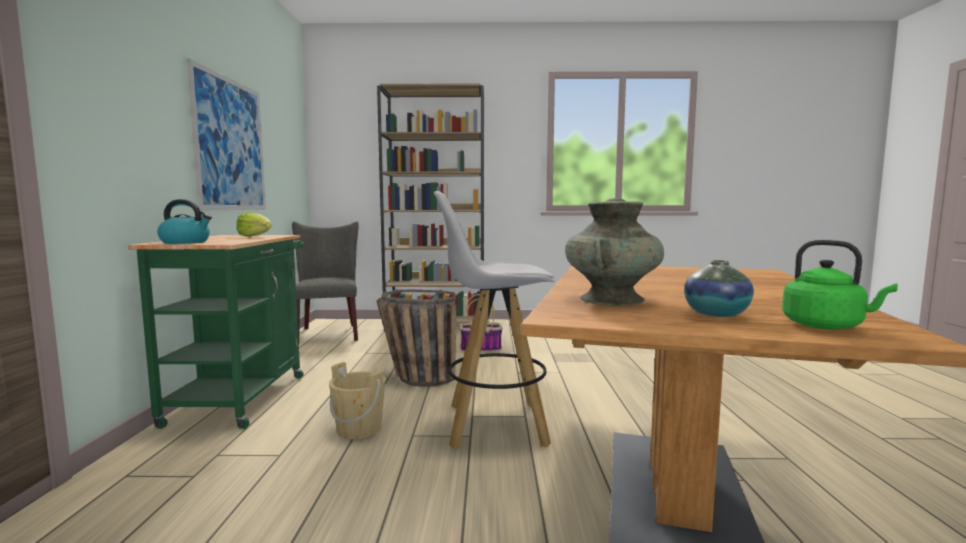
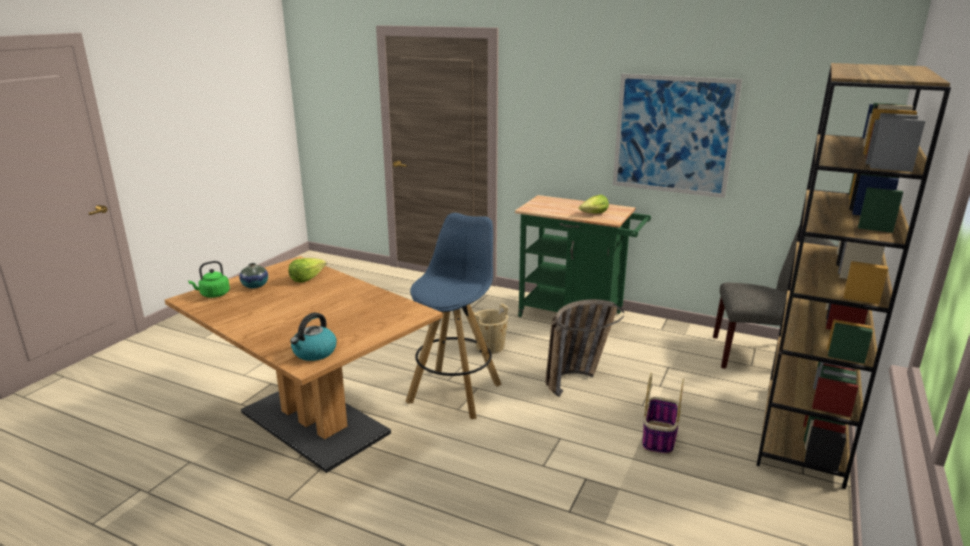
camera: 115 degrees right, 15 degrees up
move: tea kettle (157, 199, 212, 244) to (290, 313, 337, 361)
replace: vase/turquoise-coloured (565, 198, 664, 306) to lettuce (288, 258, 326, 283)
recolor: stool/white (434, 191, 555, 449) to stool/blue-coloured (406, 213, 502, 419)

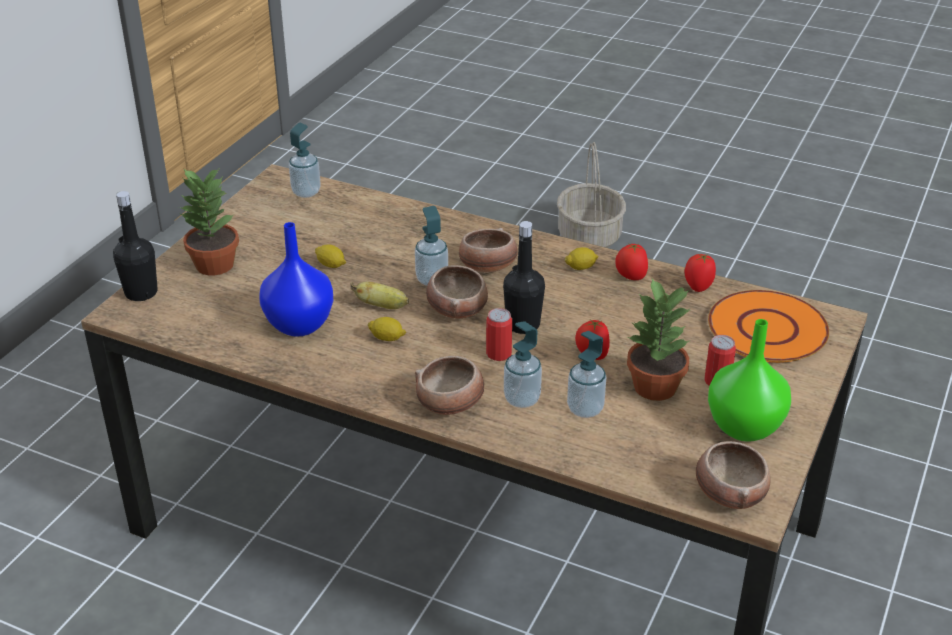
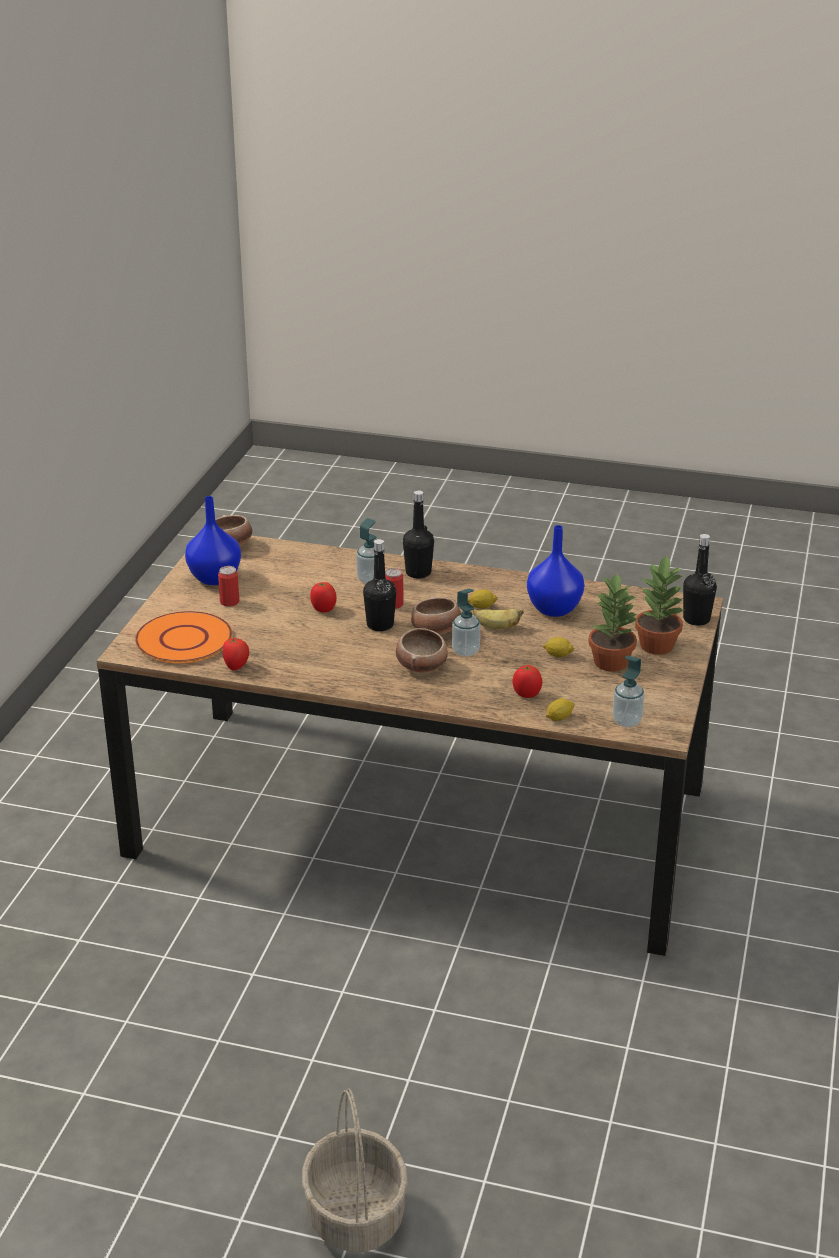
camera: 170 degrees right, 5 degrees down
delete: soap dispenser (567, 331, 606, 418)
move: citrus fruit (564, 247, 598, 270) to (546, 698, 575, 721); tomato (615, 244, 648, 280) to (512, 665, 543, 698); houseplant (627, 278, 691, 401) to (588, 573, 639, 671)
replace: serving bowl (415, 356, 484, 415) to bottle/blackish (403, 490, 434, 579)
recolor: vase/green-coloured (708, 319, 791, 442) to vase/blue-coloured (185, 496, 241, 585)

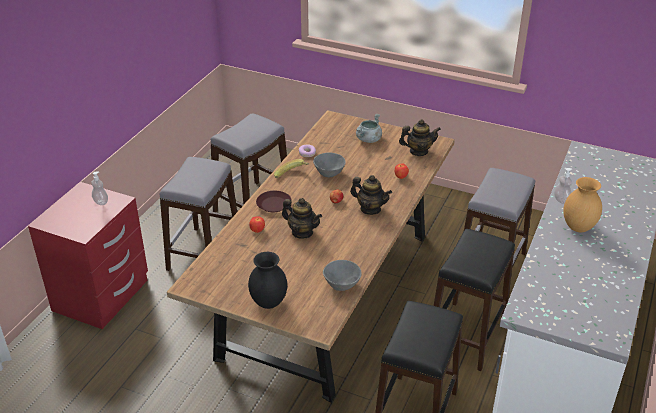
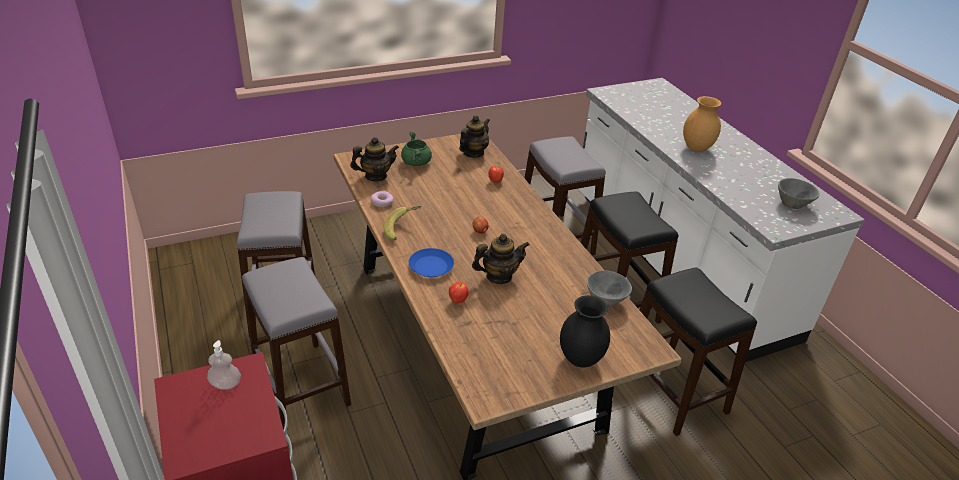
camera: 50 degrees left, 0 degrees up
delete: soap dispenser (554, 168, 572, 204)
move: serving bowl/gray (313, 153, 346, 177) to (778, 178, 820, 209); pot for tea (350, 175, 392, 215) to (350, 137, 399, 181)
recolor: plate/brownish (256, 191, 292, 212) to plate/blue-coloured (409, 248, 454, 277); stockpot/gray (356, 113, 382, 143) to stockpot/green-coloured (401, 131, 432, 166)

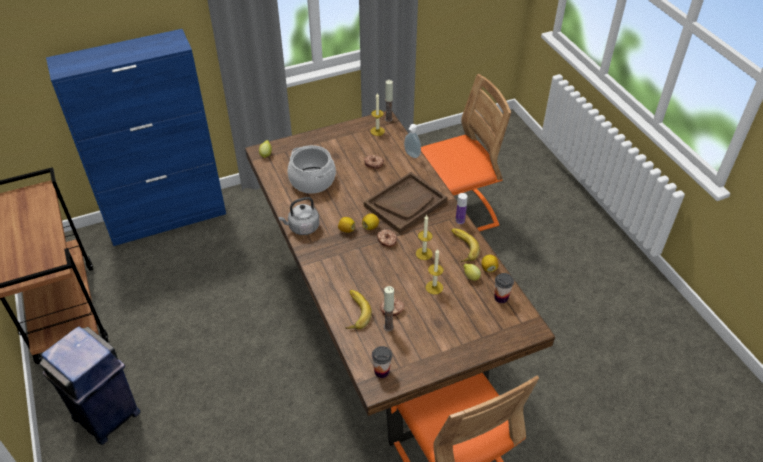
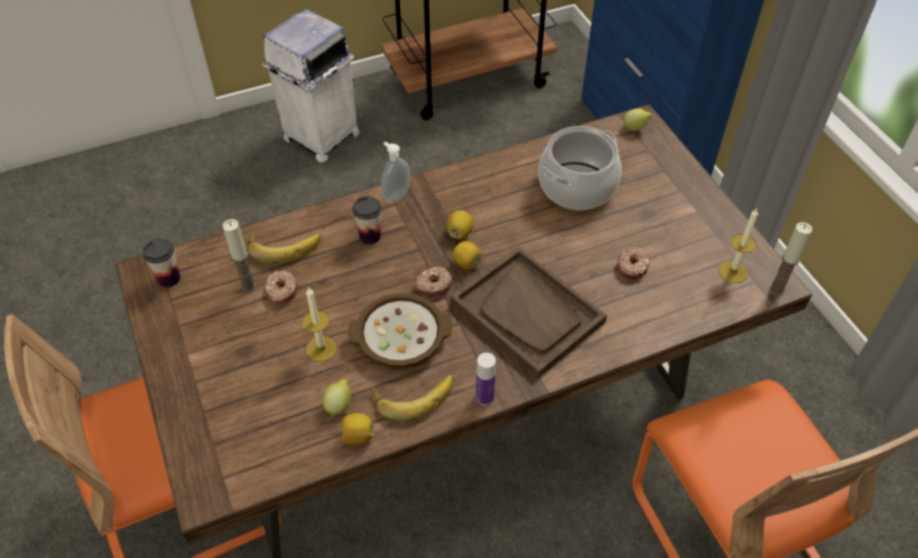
camera: 90 degrees right, 5 degrees up
delete: tea kettle/gray (278, 197, 320, 235)
move: soap dispenser (404, 124, 421, 158) to (381, 142, 411, 203); small cup (494, 273, 514, 303) to (352, 196, 382, 244)
replace: candle (416, 214, 433, 260) to serving bowl (347, 293, 453, 369)
recolor: waste bin/blue-coloured (40, 326, 140, 445) to waste bin/white (262, 9, 360, 162)

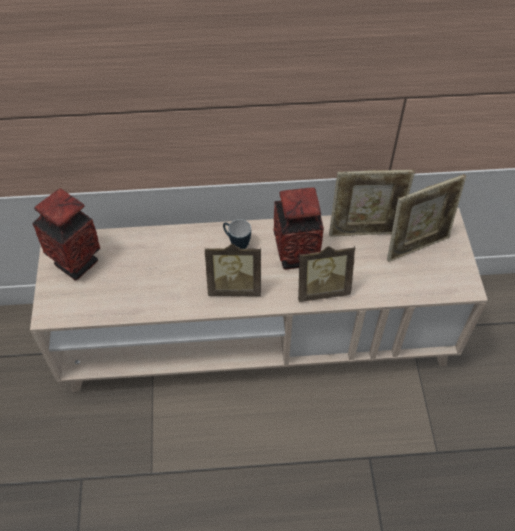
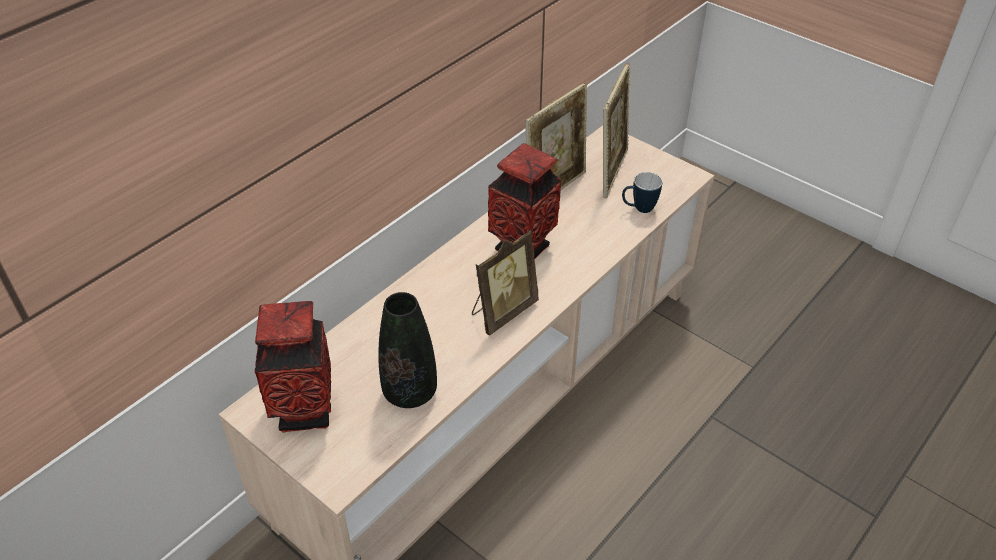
camera: 45 degrees left, 10 degrees down
delete: photo frame (298, 246, 355, 302)
insert: vase/blackish (378, 292, 437, 408)
move: tea mug (223, 219, 251, 249) to (622, 172, 662, 213)

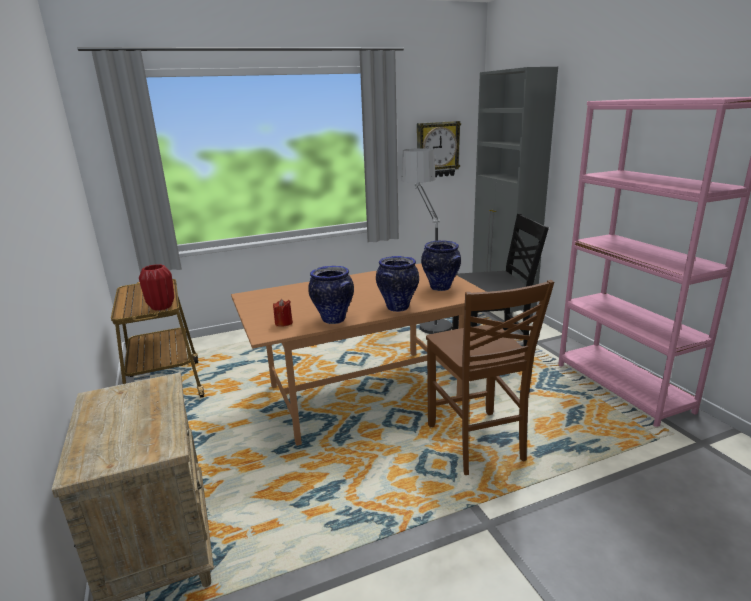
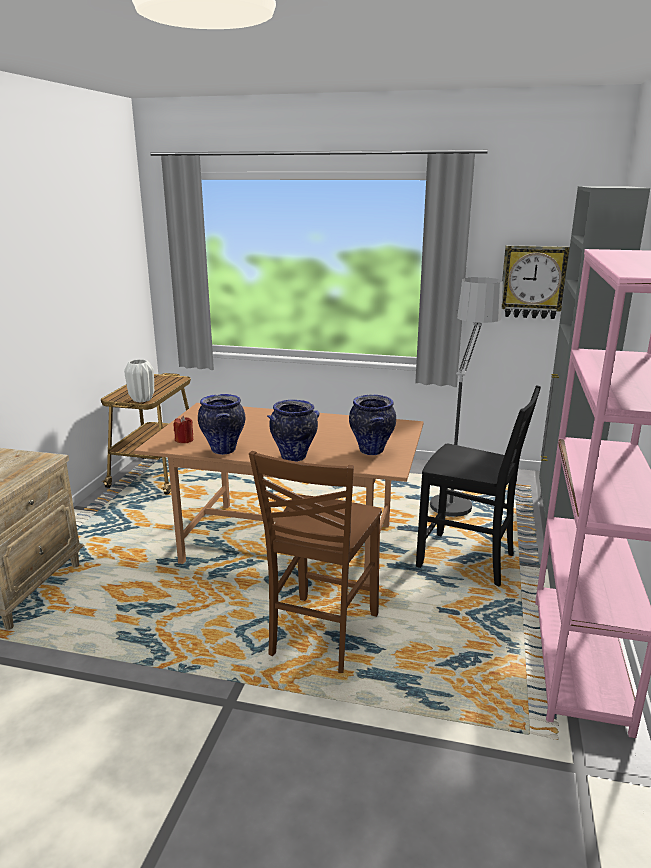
camera: 35 degrees right, 0 degrees up
recolor: vase/red (139, 264, 174, 311) to vase/white (124, 359, 154, 402)

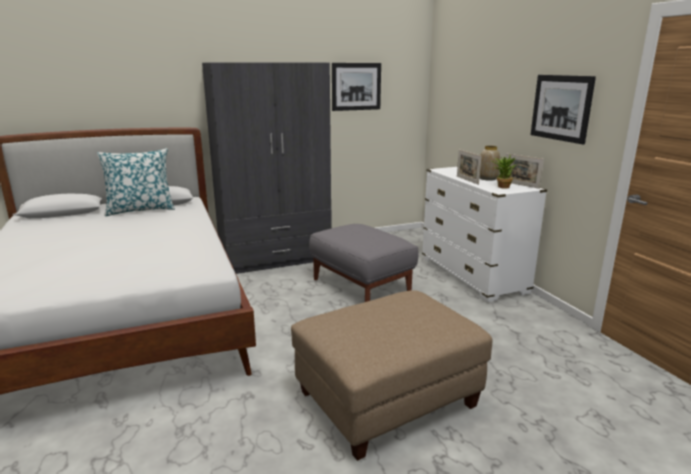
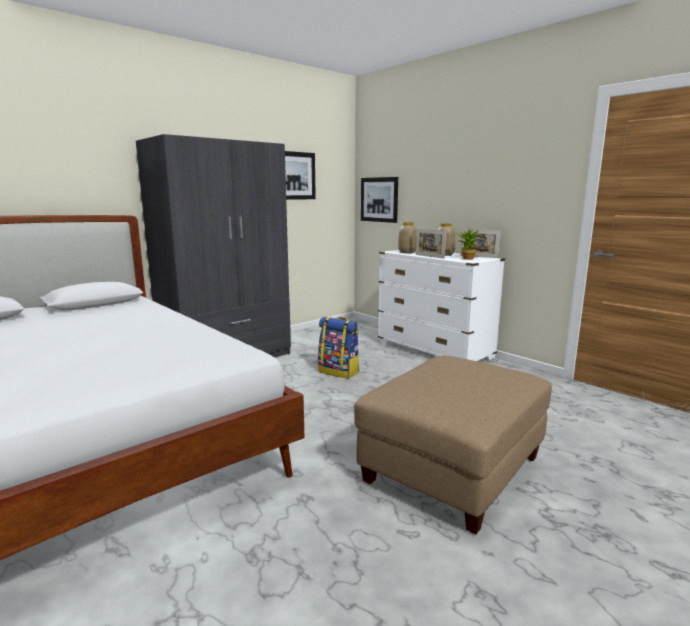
camera: 20 degrees left, 5 degrees down
delete: cushion (97, 148, 175, 216)
insert: vase (398, 222, 416, 253)
move: wall picture (531, 75, 596, 144) to (361, 177, 398, 223)
replace: footrest/gray (309, 224, 418, 302) to rucksack (318, 317, 359, 379)

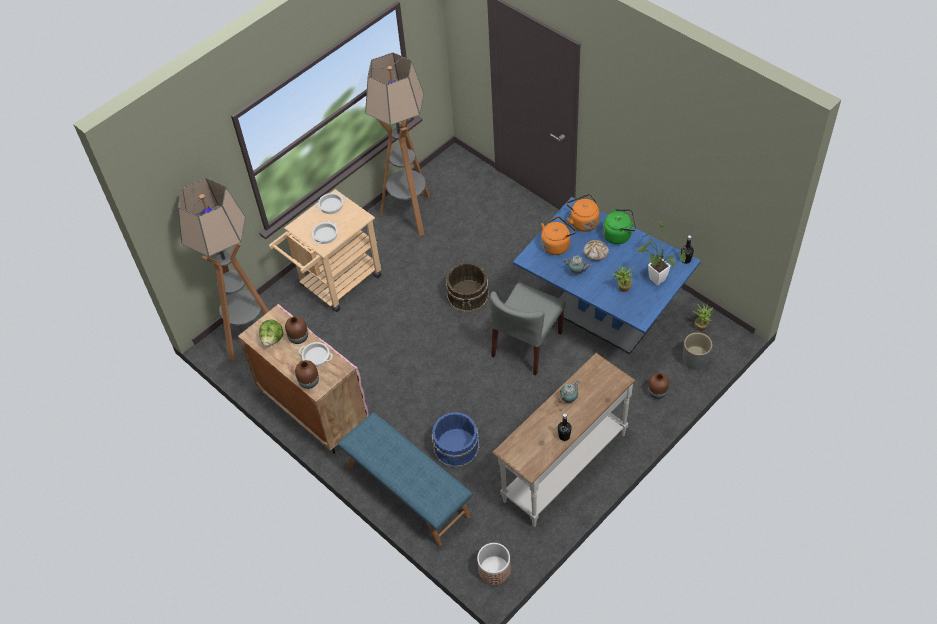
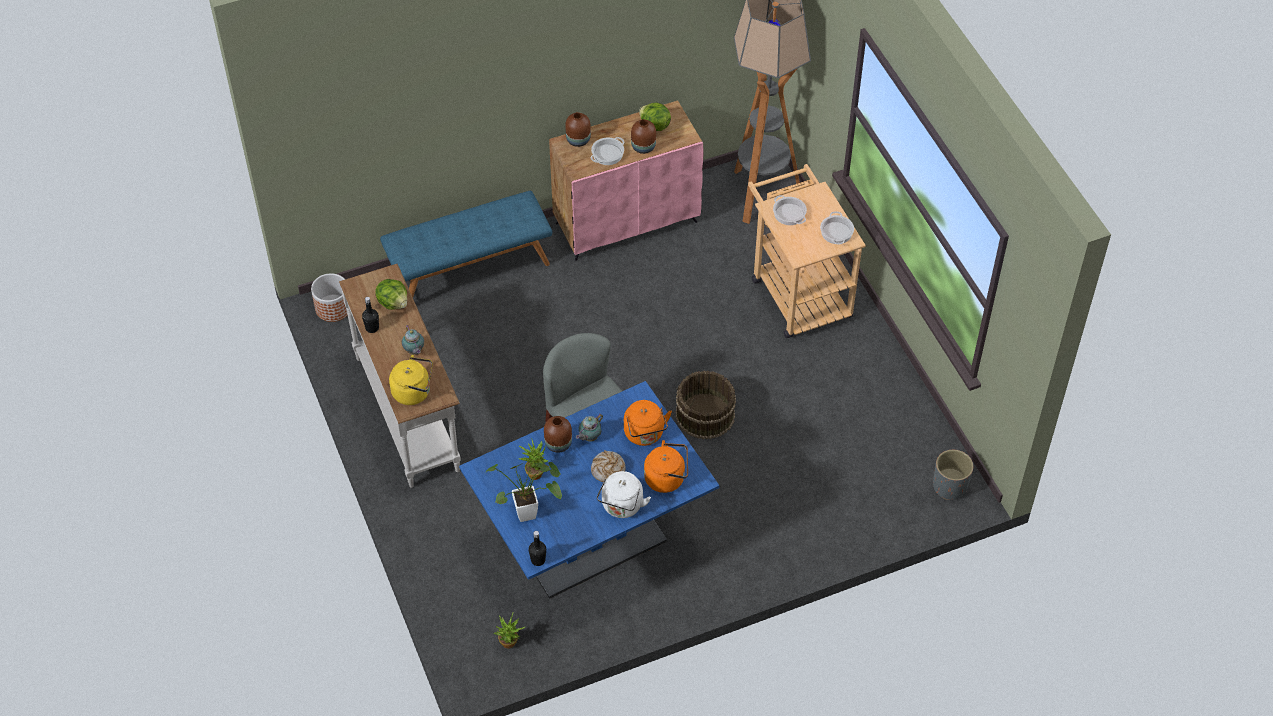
camera: 110 degrees right, 0 degrees up
delete: standing lamp (365, 53, 430, 236); bucket/blue-coloured (432, 412, 480, 468)
insert: lettuce (375, 279, 407, 310); tea kettle/yellow-coloured (389, 355, 433, 405)
move: vase/brownish (648, 373, 669, 399) to (544, 416, 572, 453); planter/gray (682, 332, 712, 370) to (933, 450, 973, 500)
recolor: tea kettle/green-coloured (603, 209, 636, 244) to tea kettle/white (597, 471, 651, 518)

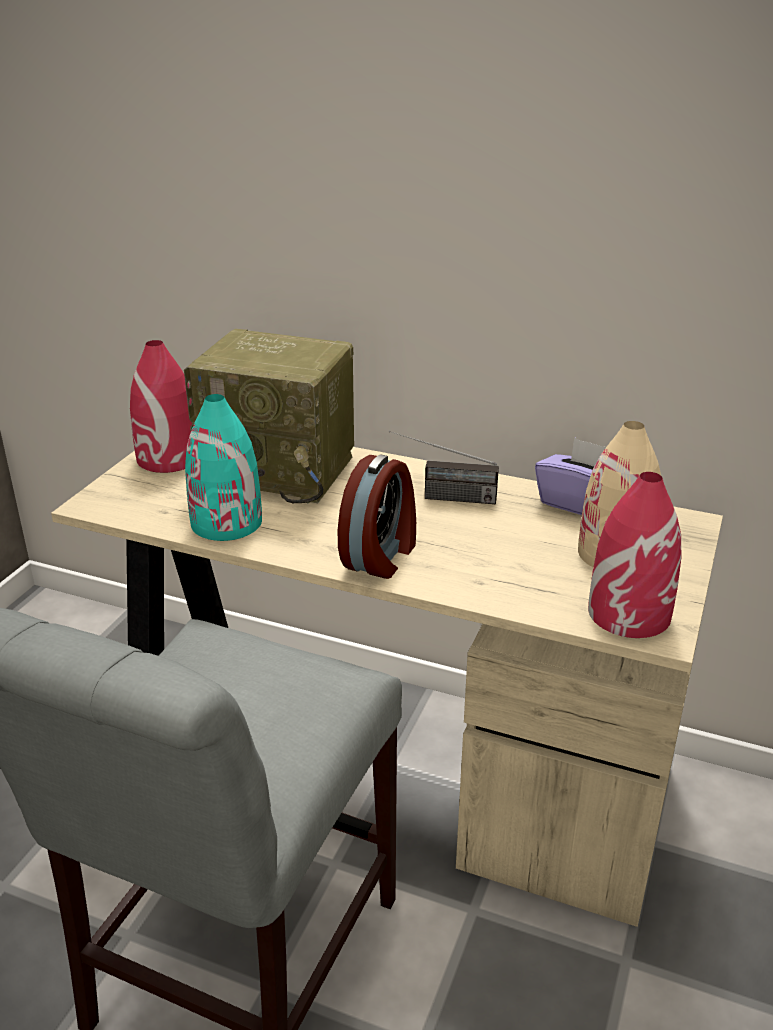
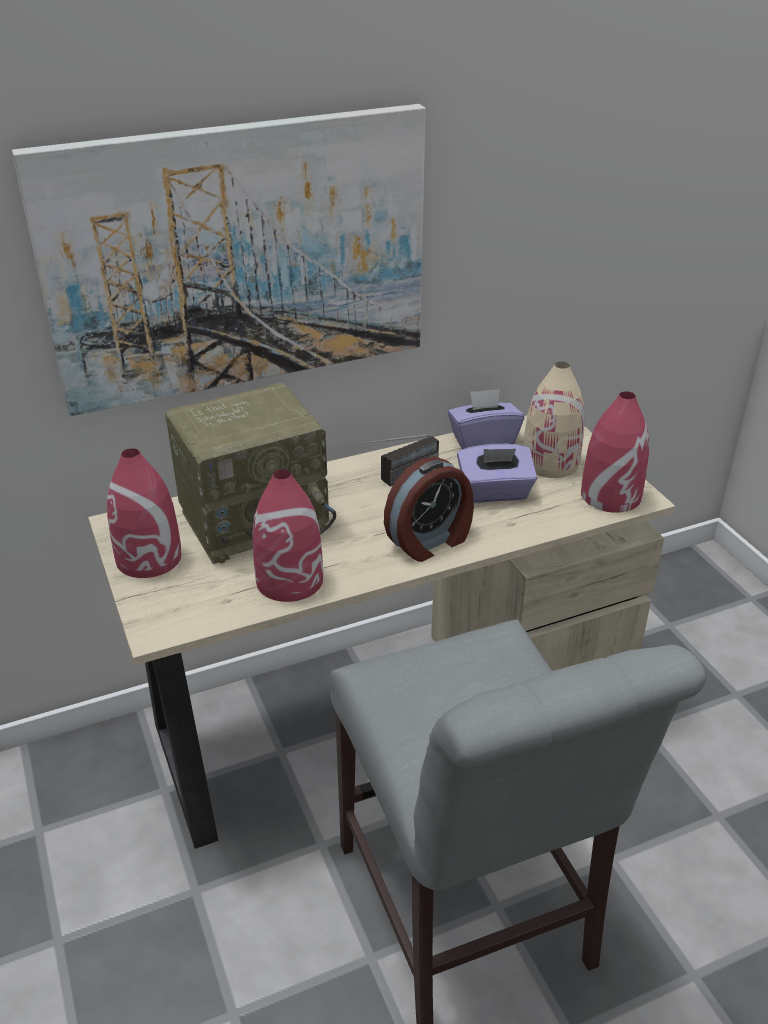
camera: 45 degrees left, 5 degrees up
insert: wall picture (12, 104, 426, 416); tissue box/purple (457, 444, 537, 503)
recolor: vase/turquoise-coloured (185, 394, 262, 541) to vase/red (252, 469, 323, 602)
rotate: alarm clock (338, 454, 416, 579) = (384, 457, 474, 562) 75 degrees clockwise

